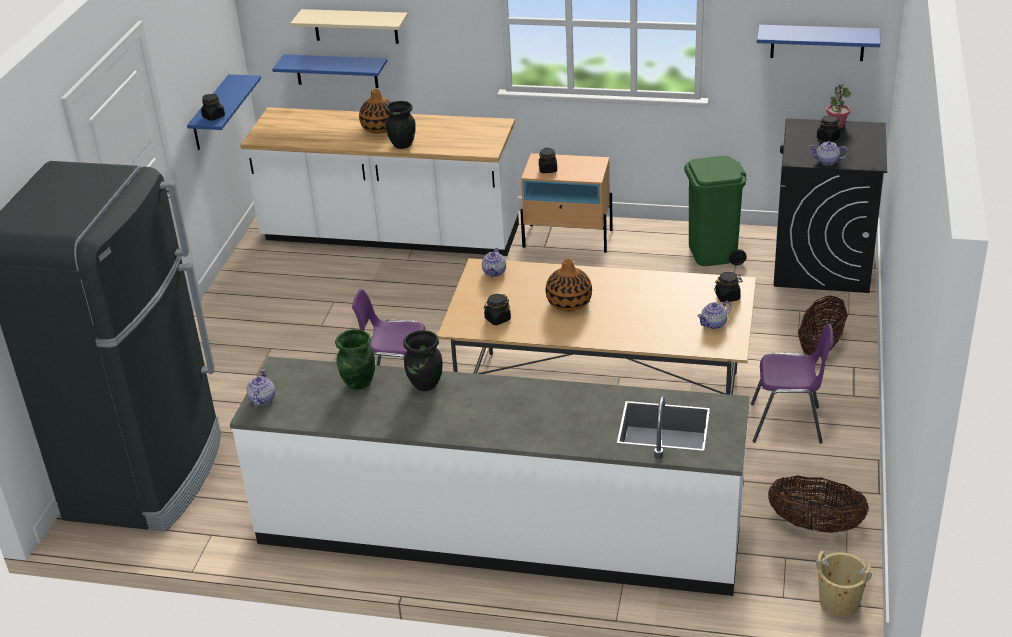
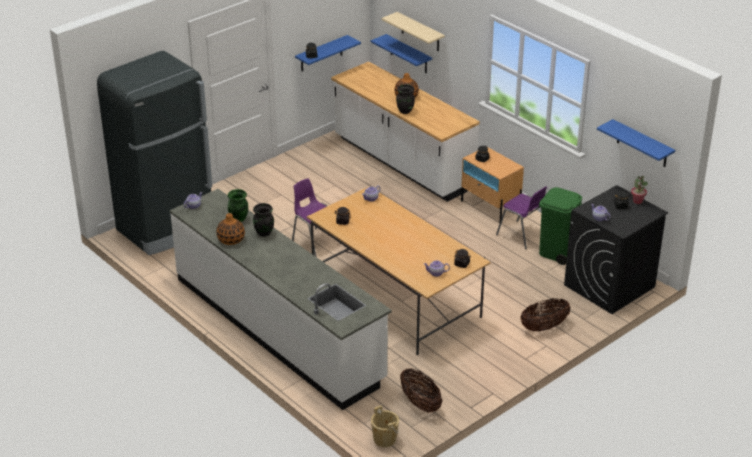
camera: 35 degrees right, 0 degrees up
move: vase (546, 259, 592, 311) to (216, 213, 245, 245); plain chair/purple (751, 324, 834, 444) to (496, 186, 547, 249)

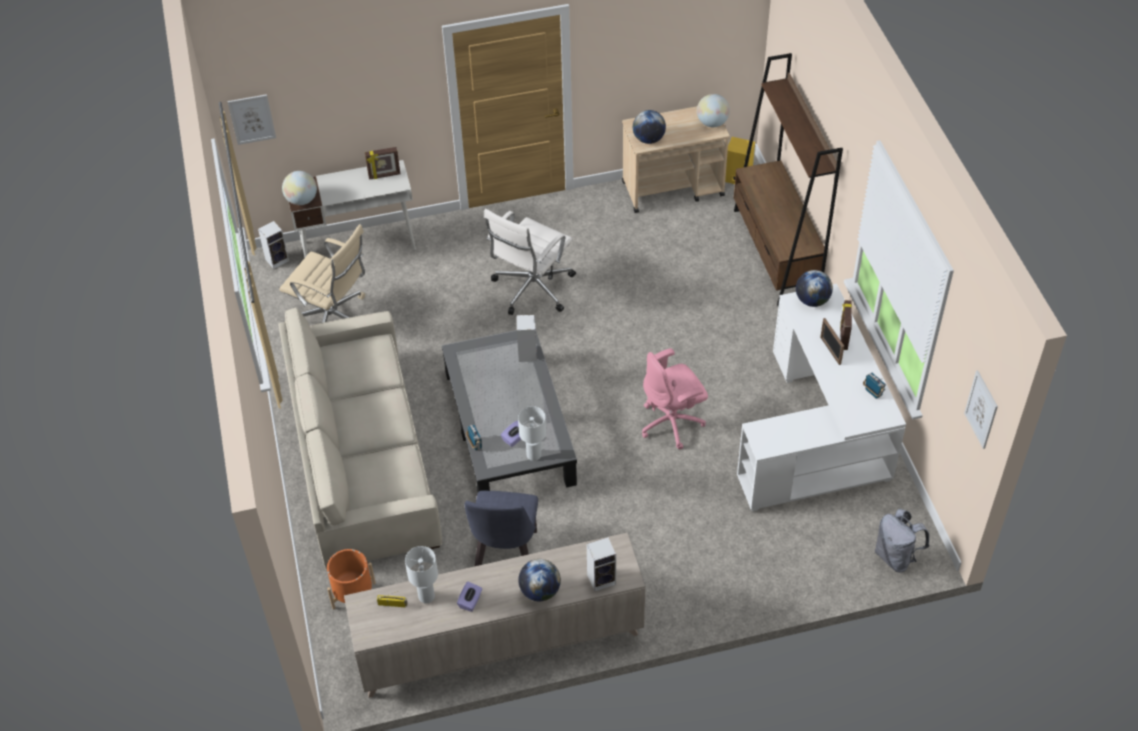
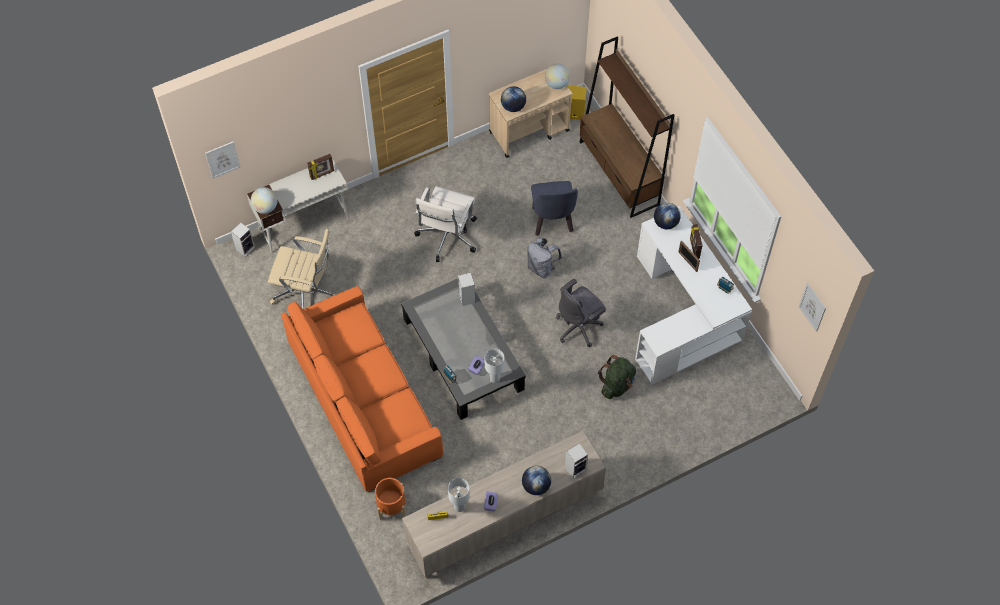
camera: 15 degrees left, 10 degrees up
insert: rucksack/green-coloured (598, 355, 636, 399)
move: plain chair/blue-coloured (465, 491, 538, 566) to (531, 181, 578, 236); rucksack/gray (875, 509, 929, 573) to (527, 237, 562, 279)
recolor: couch/sand-coloured (278, 307, 442, 570) to couch/orangey (281, 286, 443, 492); computer chair/pink-coloured (642, 348, 708, 449) to computer chair/gray (556, 279, 606, 347)

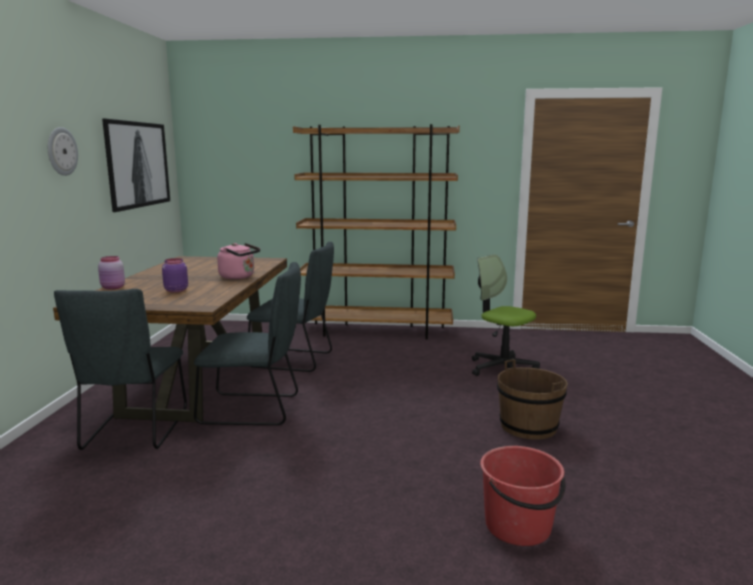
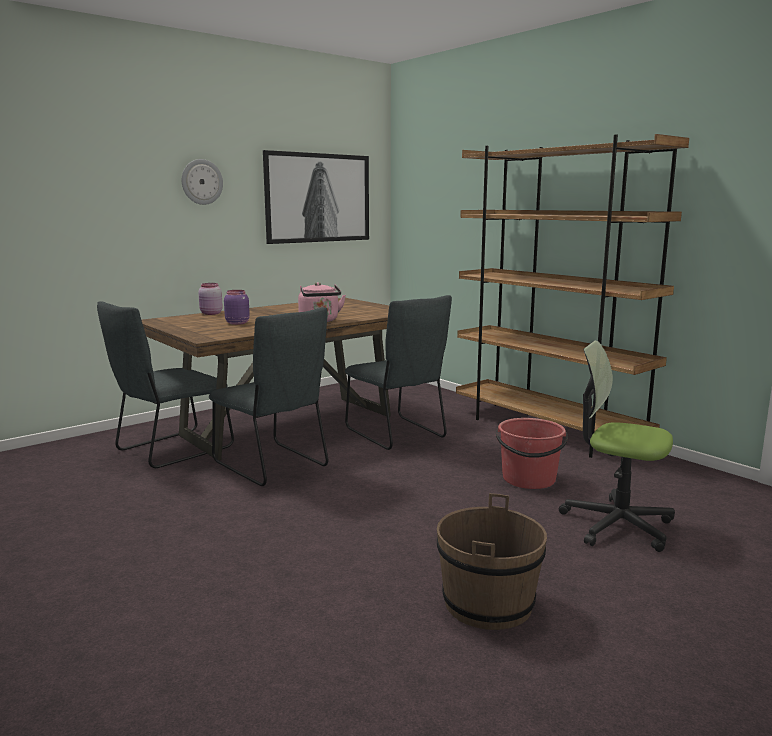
camera: 45 degrees right, 0 degrees up
move: bucket/red (480, 446, 566, 546) to (496, 418, 568, 489)
rotate: computer chair (472, 254, 540, 376) = (559, 340, 675, 552) 60 degrees counterclockwise

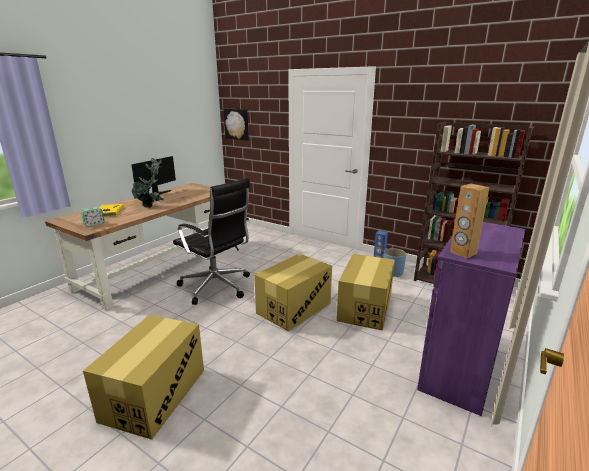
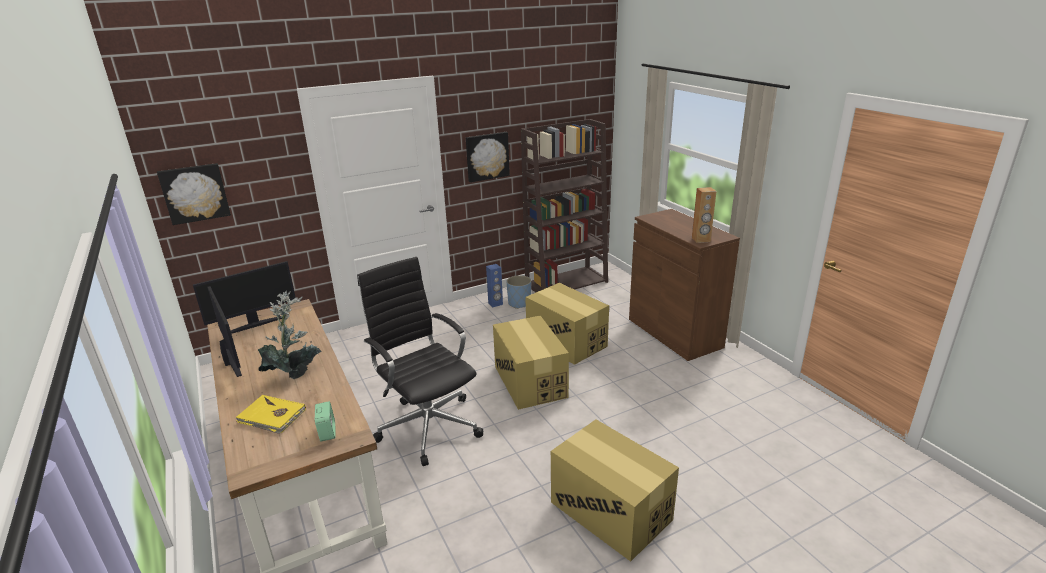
camera: 60 degrees left, 5 degrees up
insert: computer display (193, 261, 296, 334); wall picture (466, 132, 510, 182)
recolor: cupboard/purple (417, 222, 525, 416) to cupboard/brownish (629, 209, 740, 361)
rotate: computer chair/blackish (173, 178, 250, 305) = (357, 257, 483, 466) 105 degrees counterclockwise

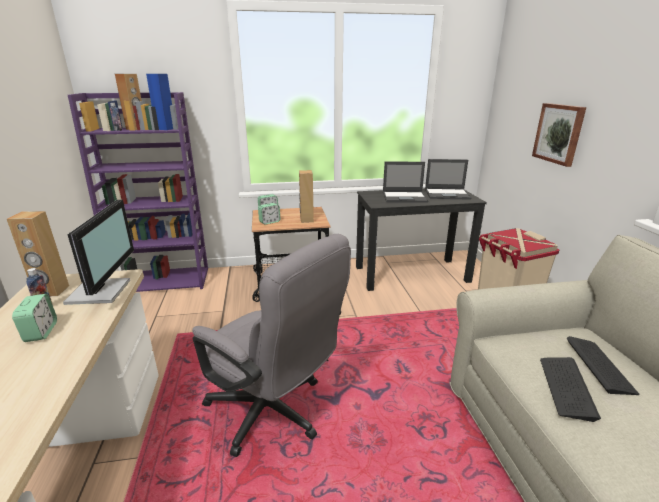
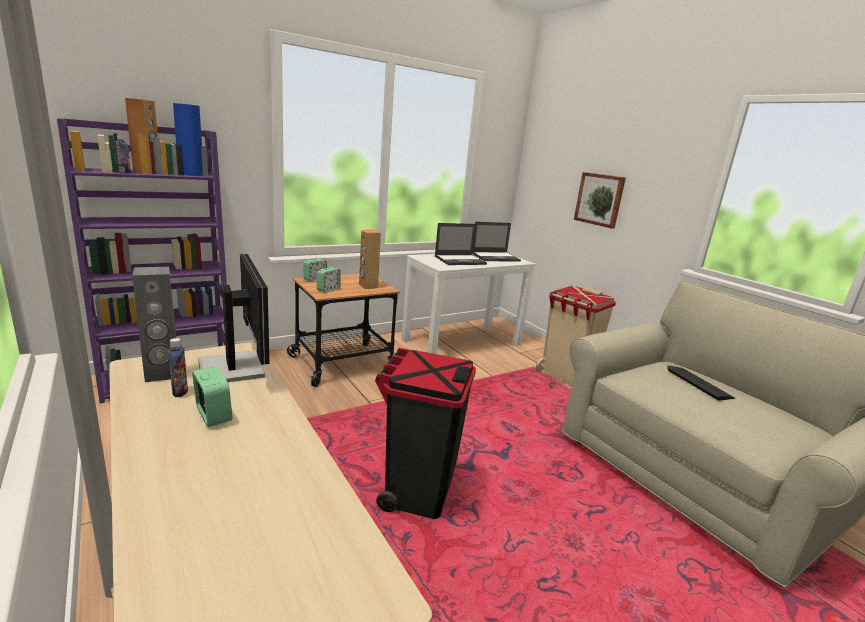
camera: 25 degrees left, 5 degrees down
delete: computer keyboard (540, 357, 601, 422)
replace: computer chair/gray (192, 234, 351, 457) to waste bin/blackish (375, 348, 476, 519)
recolor: speaker/brownish (7, 211, 69, 296) to speaker/gray (132, 267, 177, 382); desk/blackish (356, 188, 487, 291) to desk/white (401, 254, 536, 354)

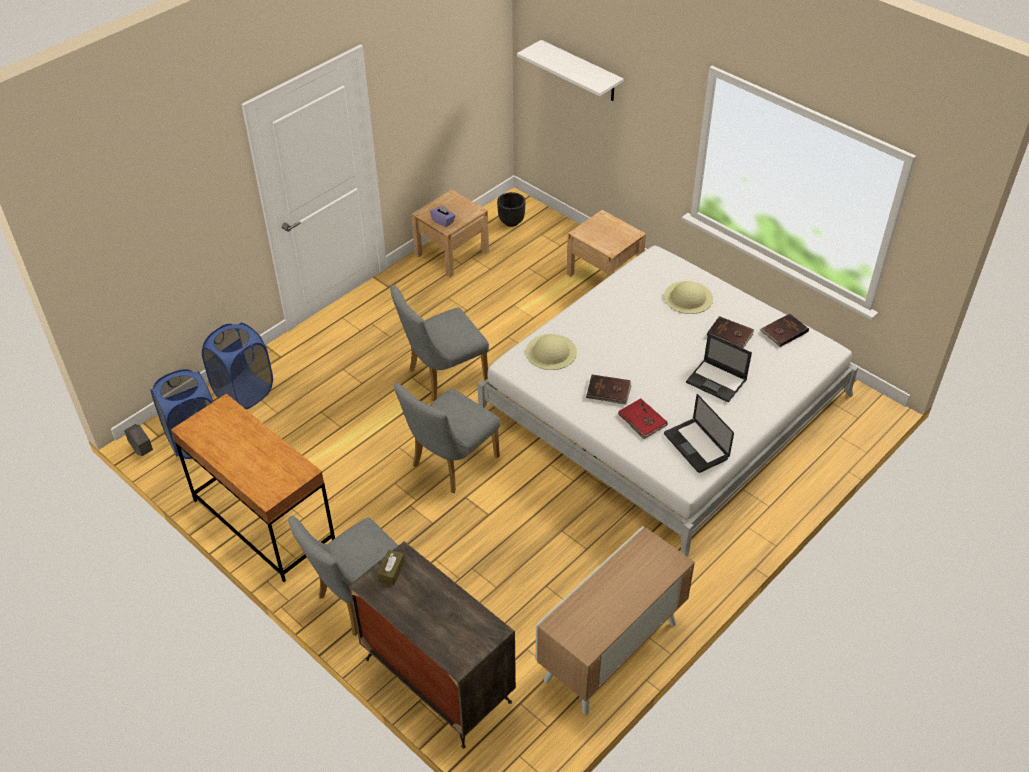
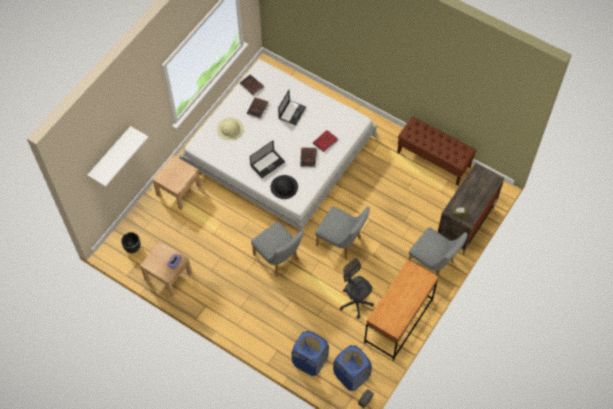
camera: 100 degrees left, 15 degrees up
insert: computer chair/gray (340, 258, 374, 319)
move: notebook computer (664, 394, 734, 473) to (250, 140, 285, 178)
replace: cupboard (535, 526, 695, 715) to long seat/brownish (397, 116, 477, 185)
recolor: wearable hat/sand-coloured (526, 334, 577, 370) to wearable hat/blackish (271, 175, 298, 199)

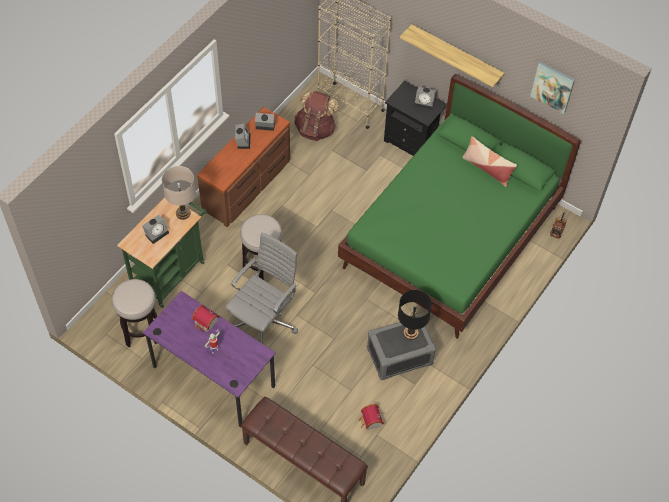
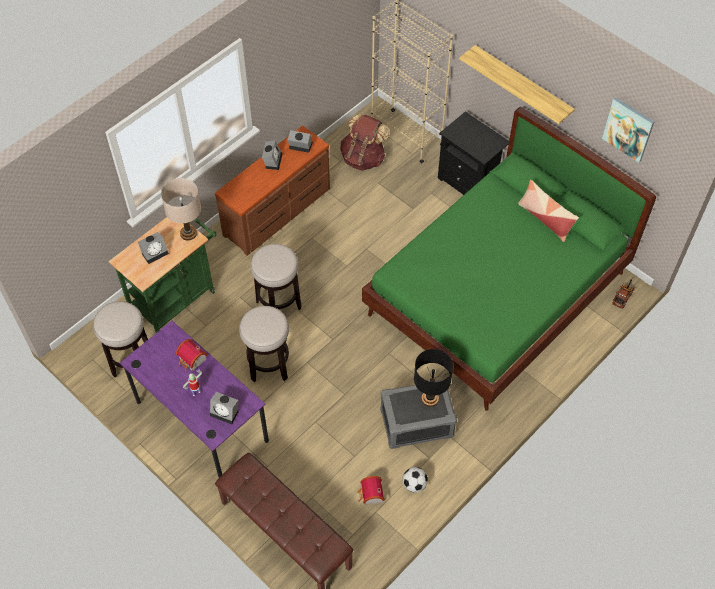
camera: 10 degrees right, 0 degrees up
insert: football ball (403, 467, 428, 492)
move: alarm clock (414, 87, 436, 110) to (210, 392, 239, 424)
replace: computer chair/gray (225, 232, 298, 343) to stool (239, 306, 289, 382)

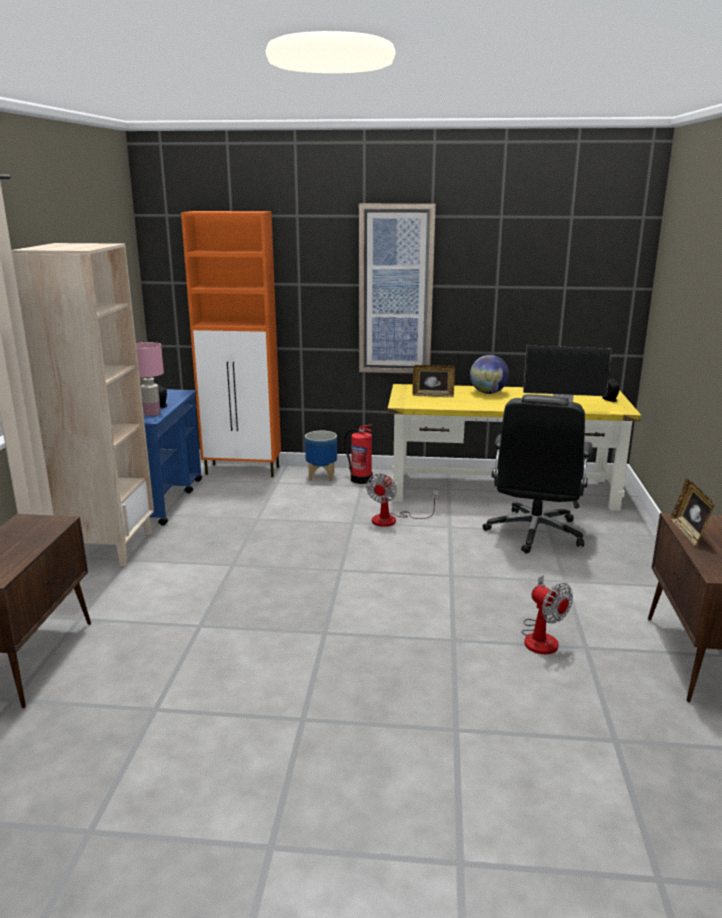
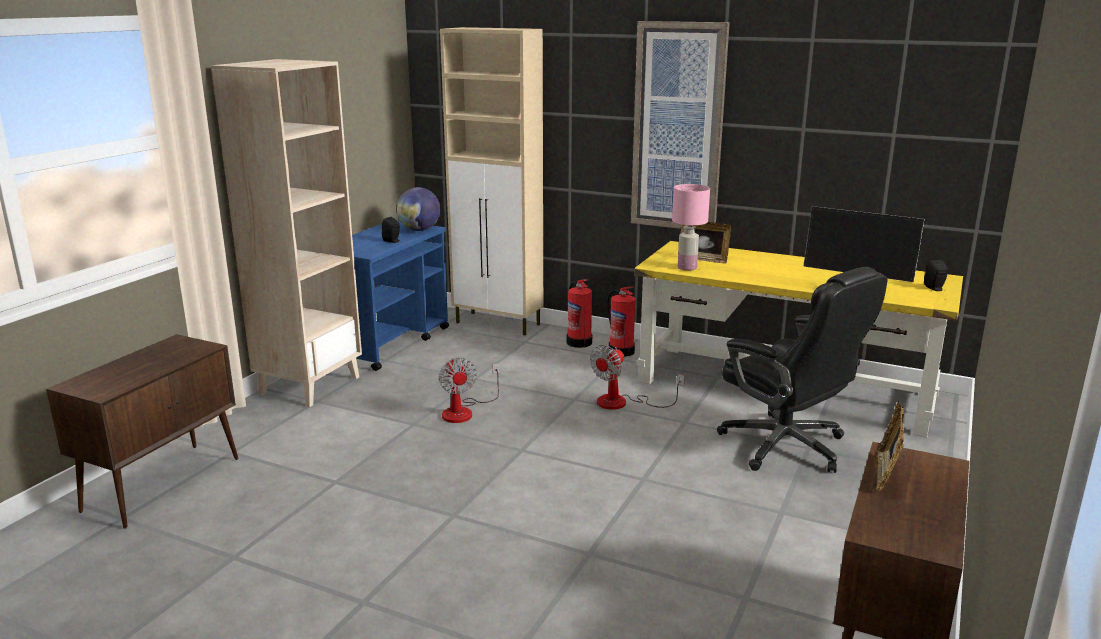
camera: 20 degrees right, 0 degrees up
move: tabletop lamp/pink-coloured (136, 342, 164, 416) to (672, 184, 710, 271); world globe (470, 355, 509, 394) to (397, 187, 441, 231); cooling fan (521, 575, 573, 654) to (439, 358, 500, 423)
replace: planter (305, 431, 337, 481) to fire extinguisher (567, 279, 592, 348)
recolor: cupboard/orangey (181, 211, 281, 477) to cupboard/sand-coloured (440, 27, 543, 335)
rotate: computer chair/blackish (482, 394, 592, 554) = (717, 267, 887, 473) 75 degrees counterclockwise

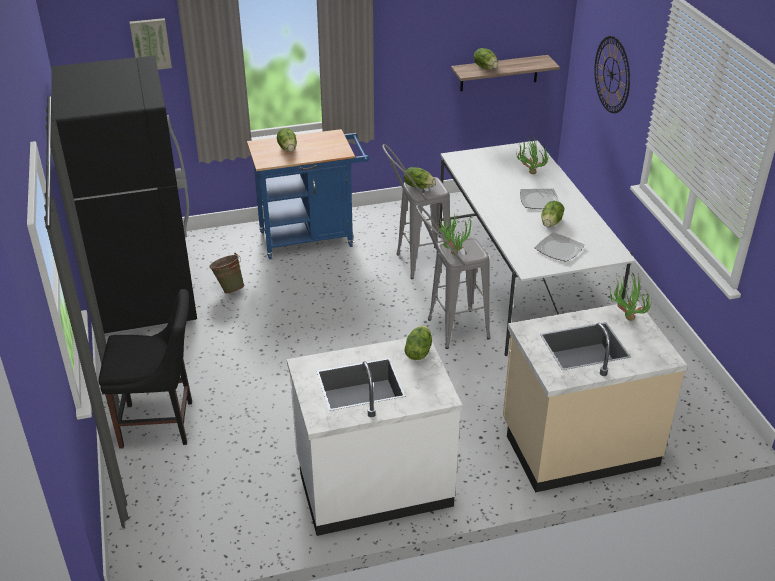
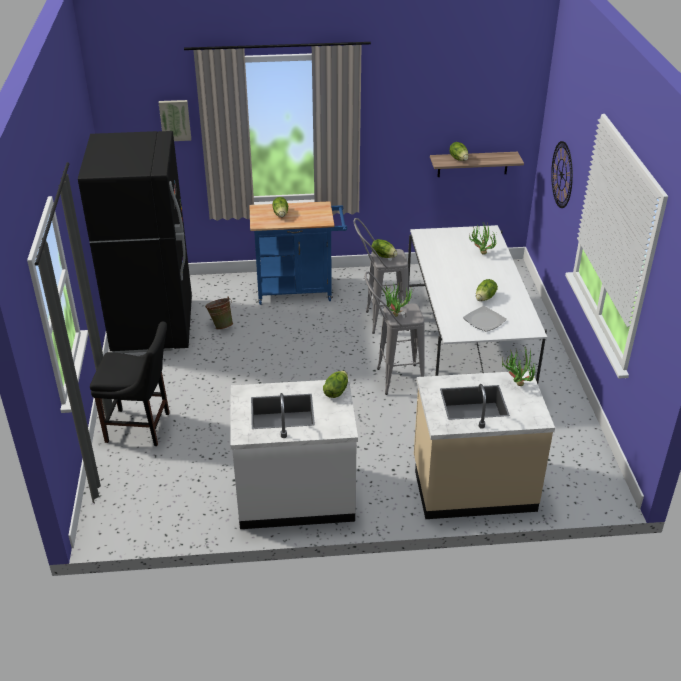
camera: 10 degrees right, 0 degrees up
delete: plate (520, 189, 559, 209)

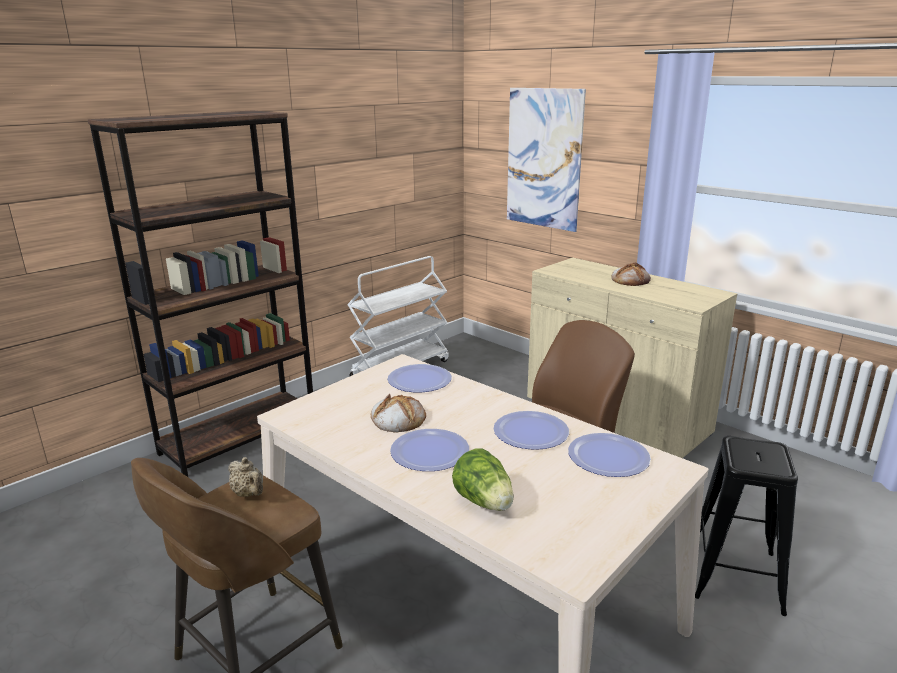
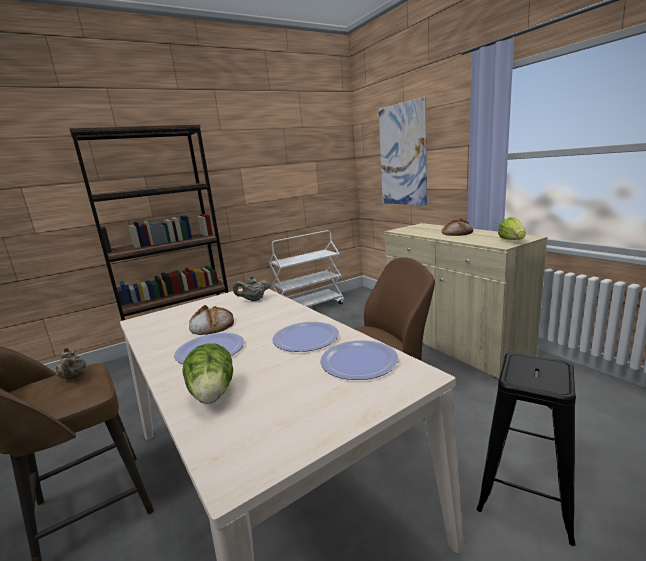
camera: 15 degrees right, 5 degrees down
insert: lettuce (498, 217, 526, 240)
replace: plate (387, 364, 452, 392) to pot for tea/sand-coloured (233, 276, 270, 301)

